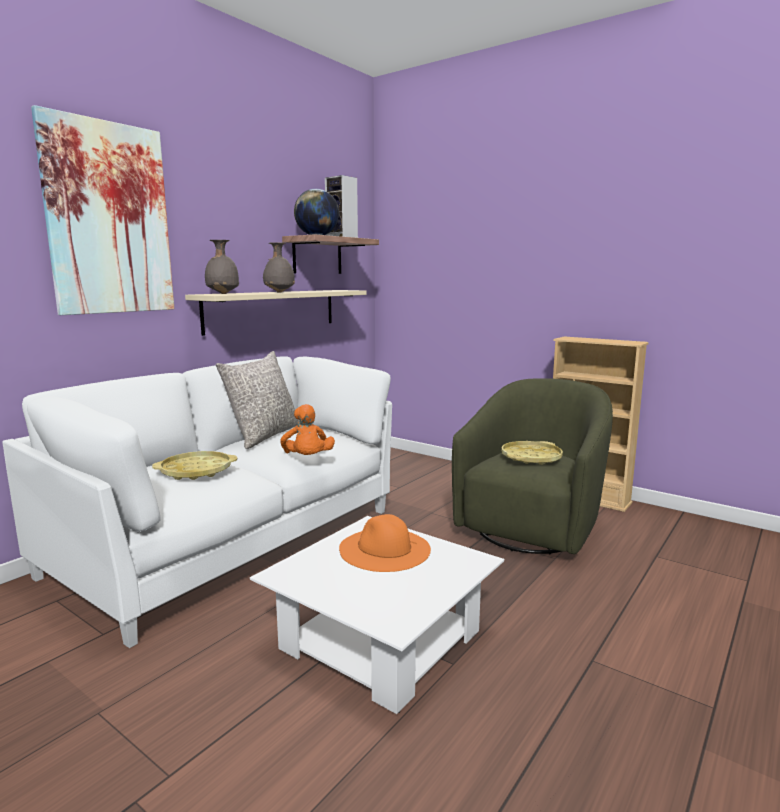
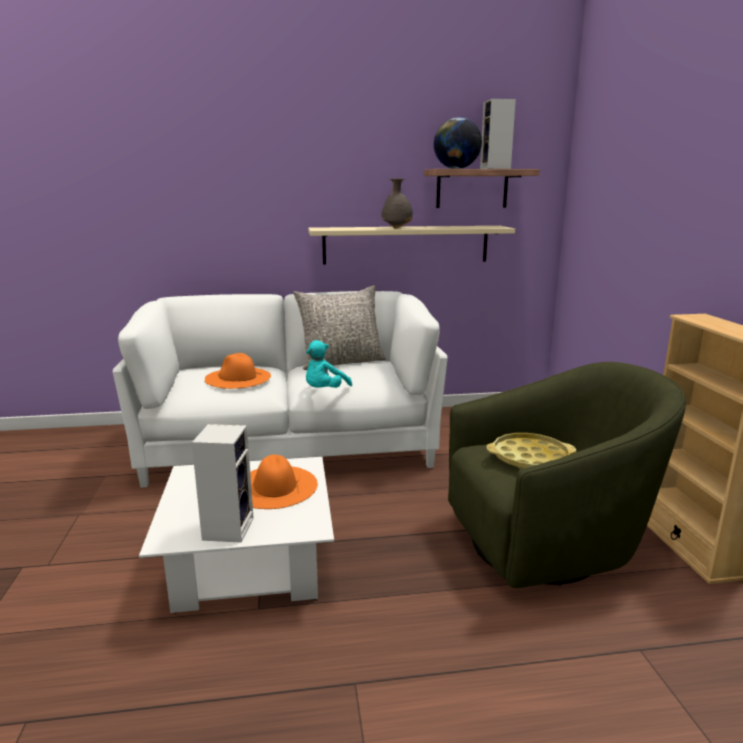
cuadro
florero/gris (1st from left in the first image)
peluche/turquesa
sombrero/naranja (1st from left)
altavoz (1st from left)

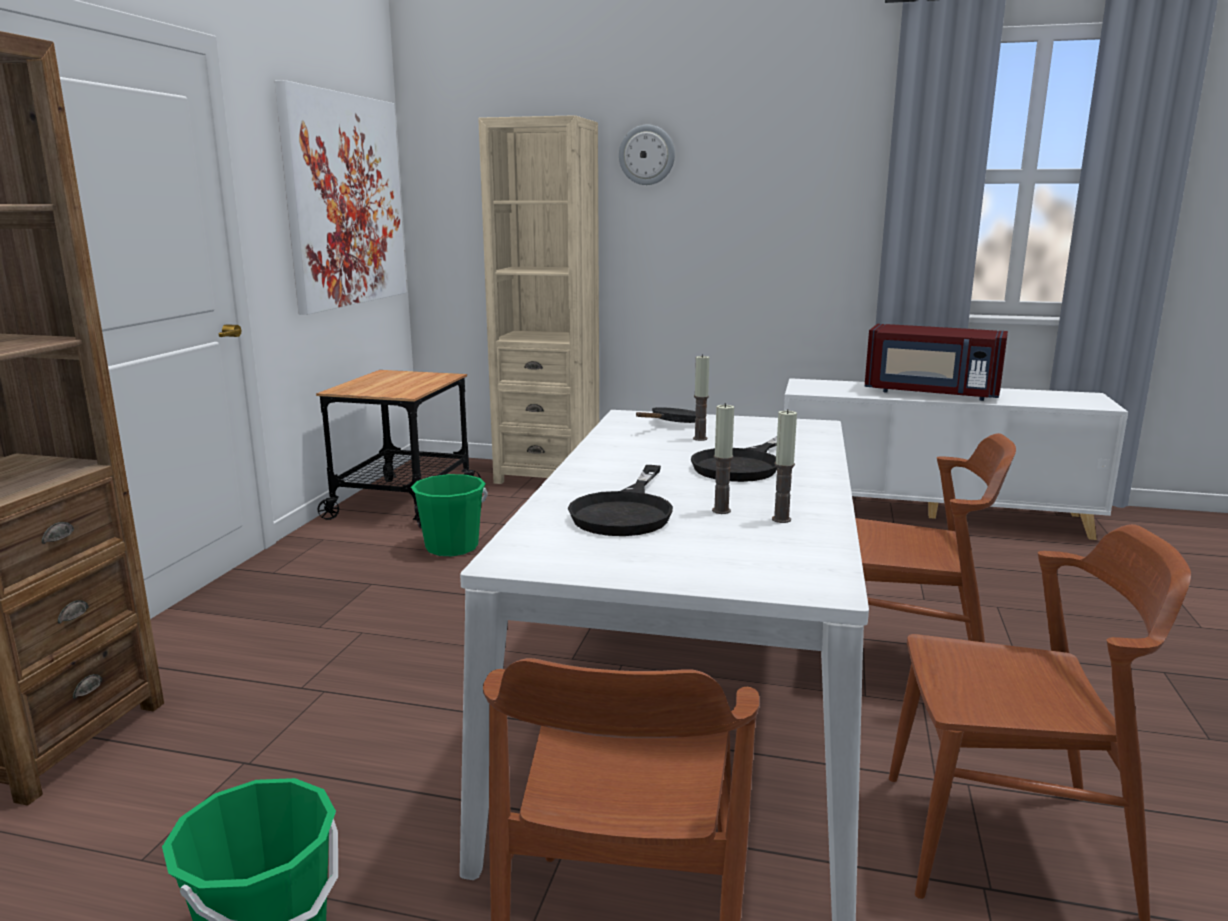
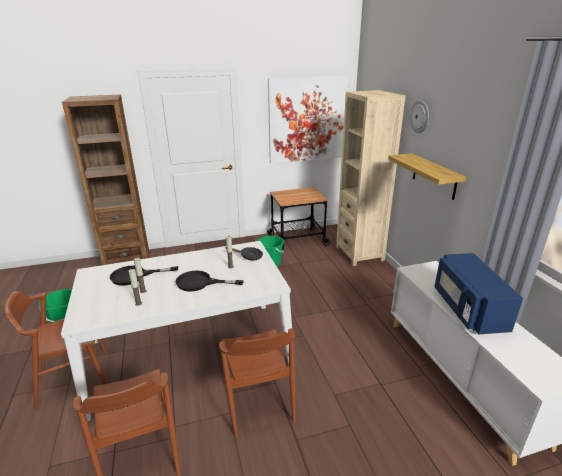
microondas/azul
estante

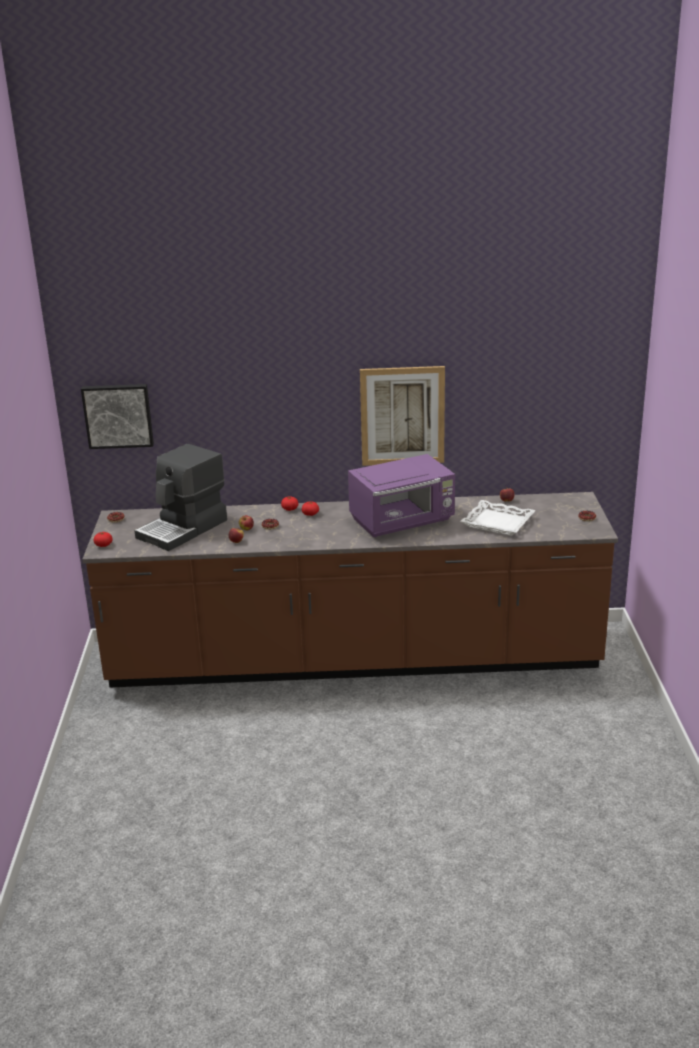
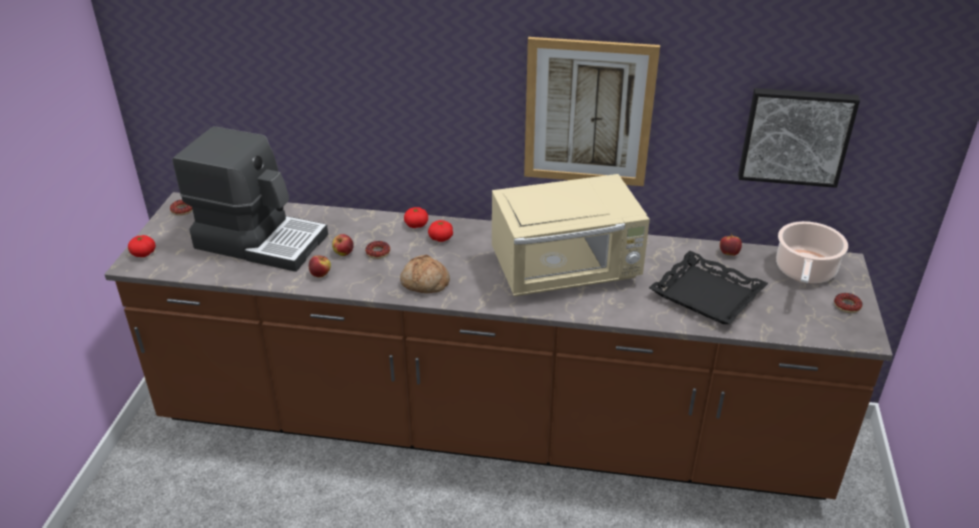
cuadro (2nd from left)
cafetera
microondas/beis
bandeja/negro
olla
pan

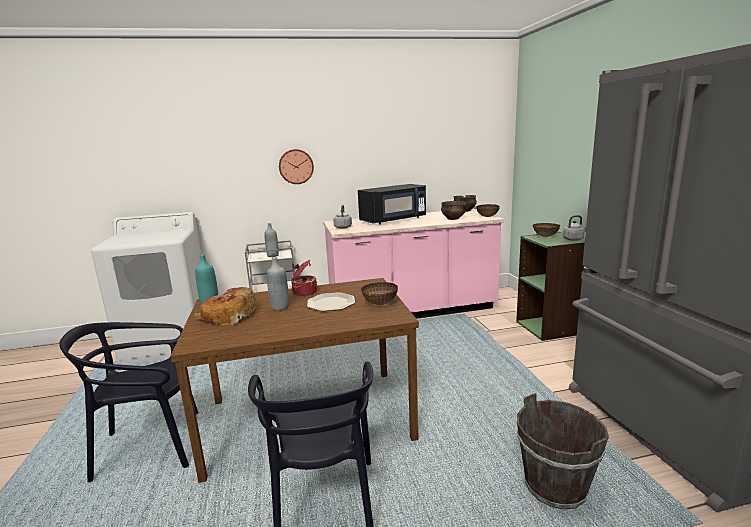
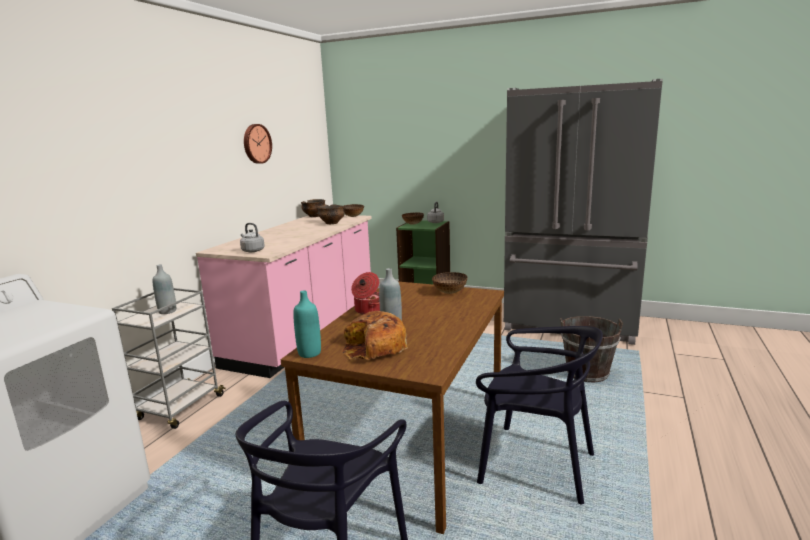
reloj de pared
microondas/negro
plato

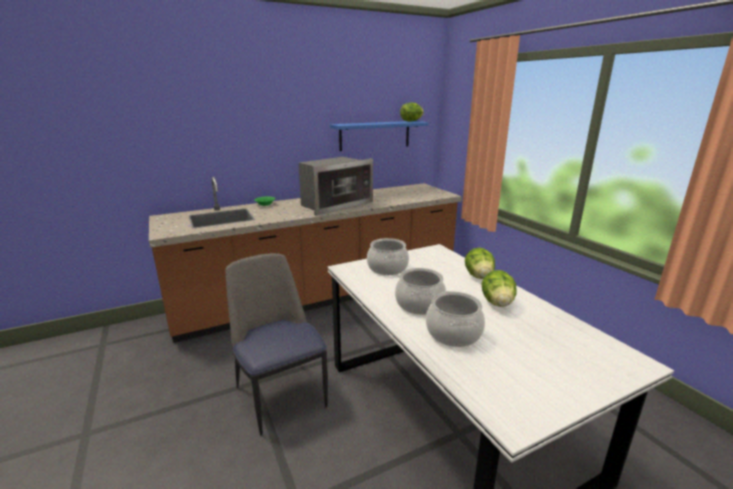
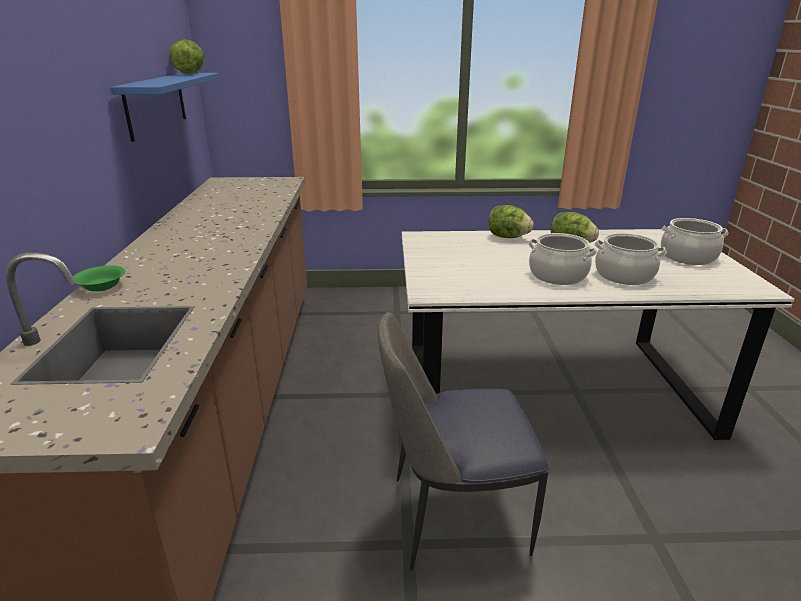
microondas
olla (3rd from left)

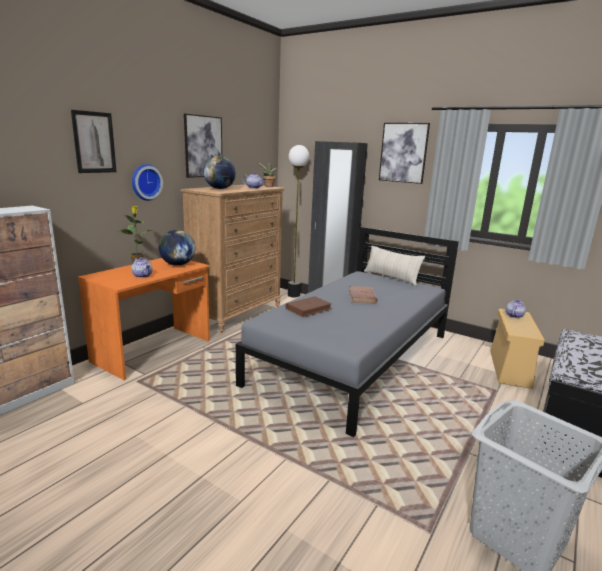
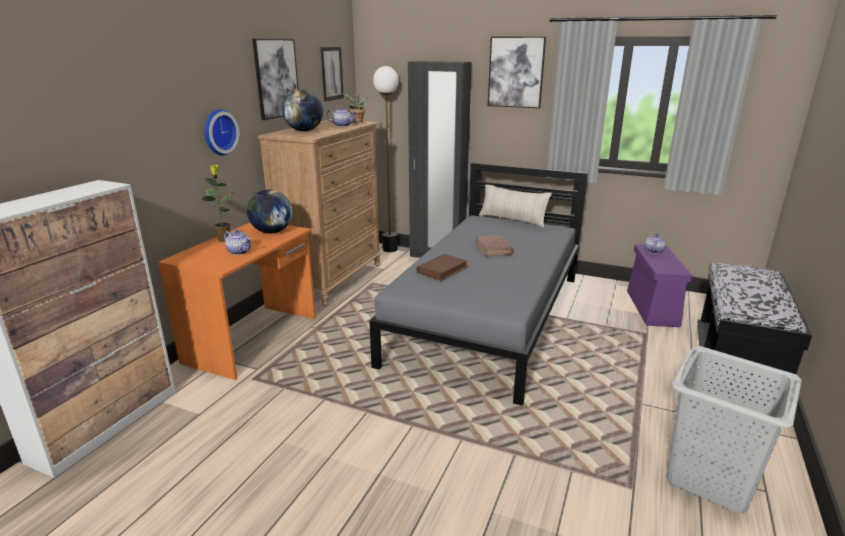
cuadro (2nd from left)
caja de almacenaje/morado

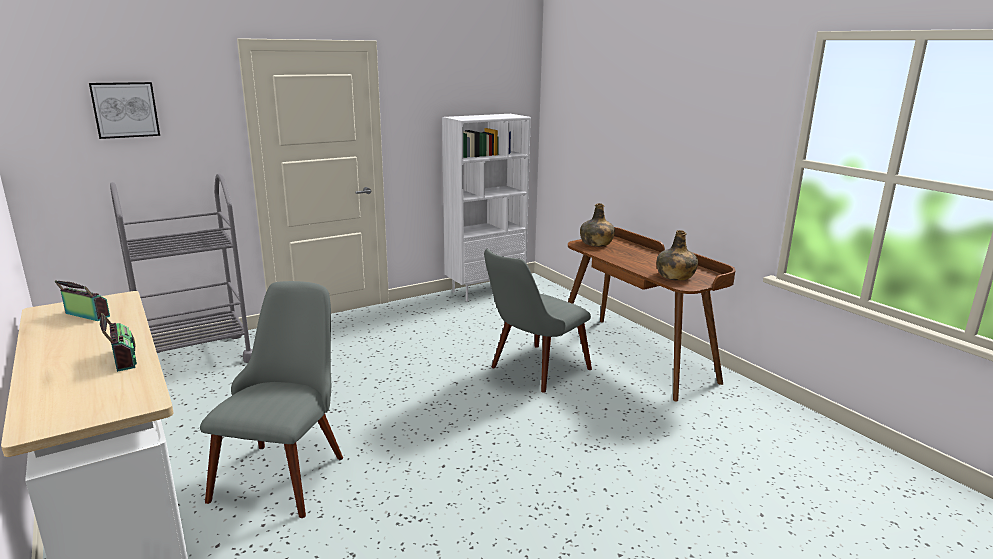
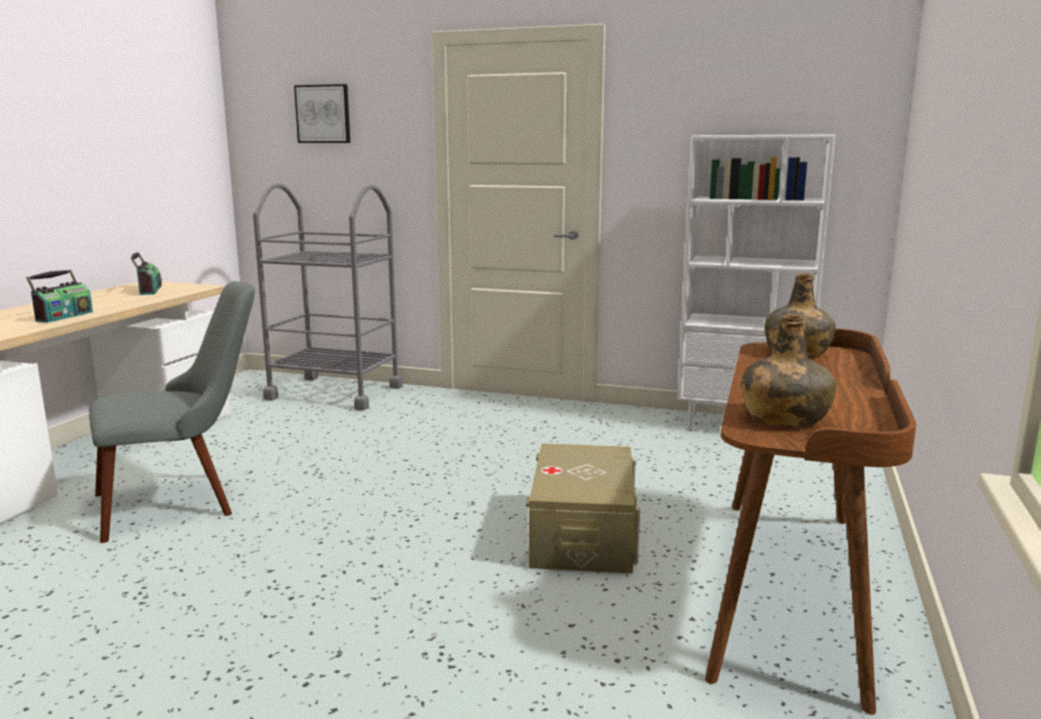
caja de almacenaje/beis

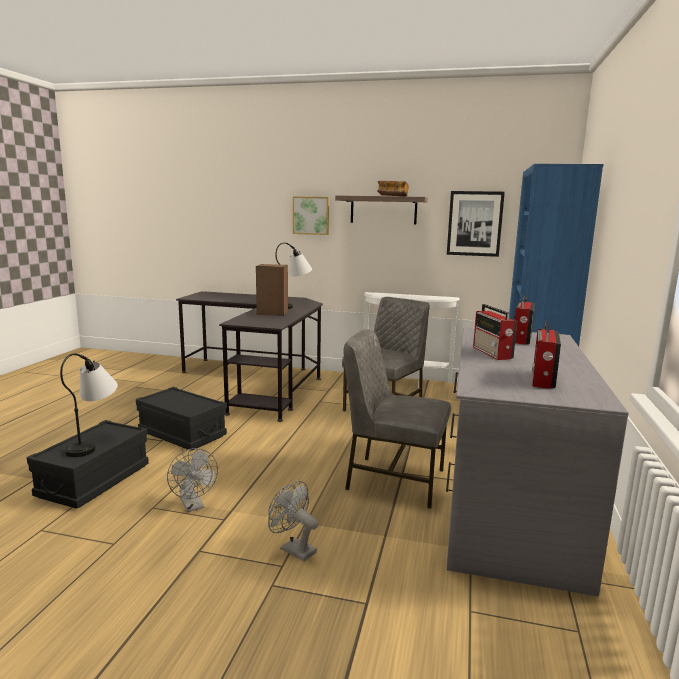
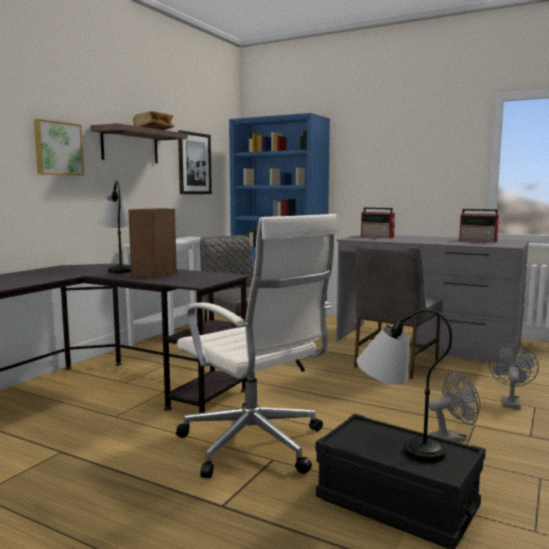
radio (1st from left in the first image)
silla de oficina/blanco
ventilador/gris (2nd from left)

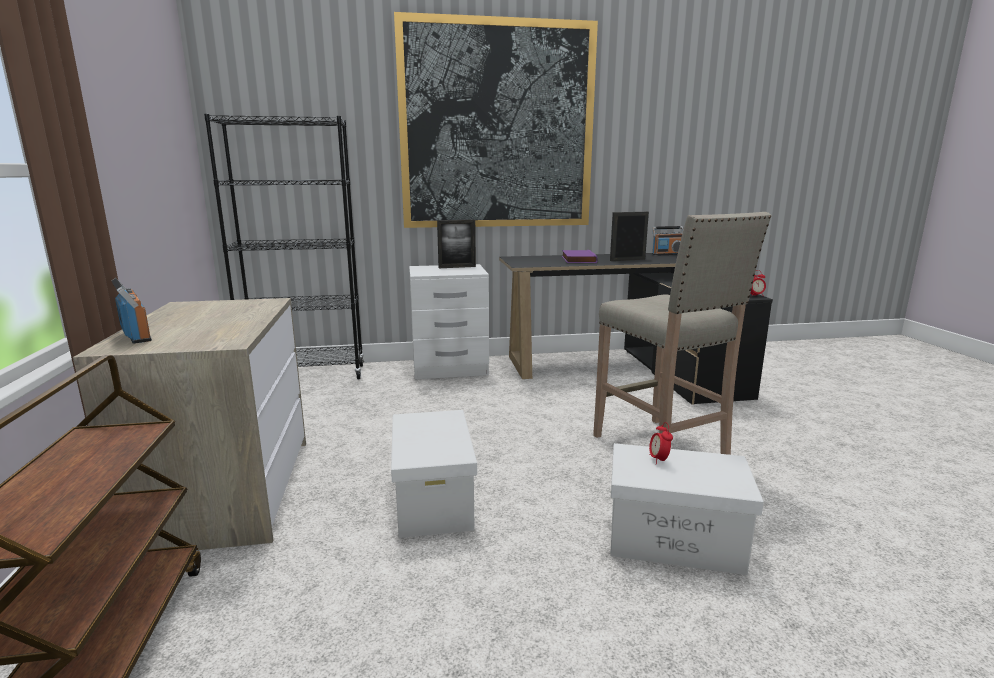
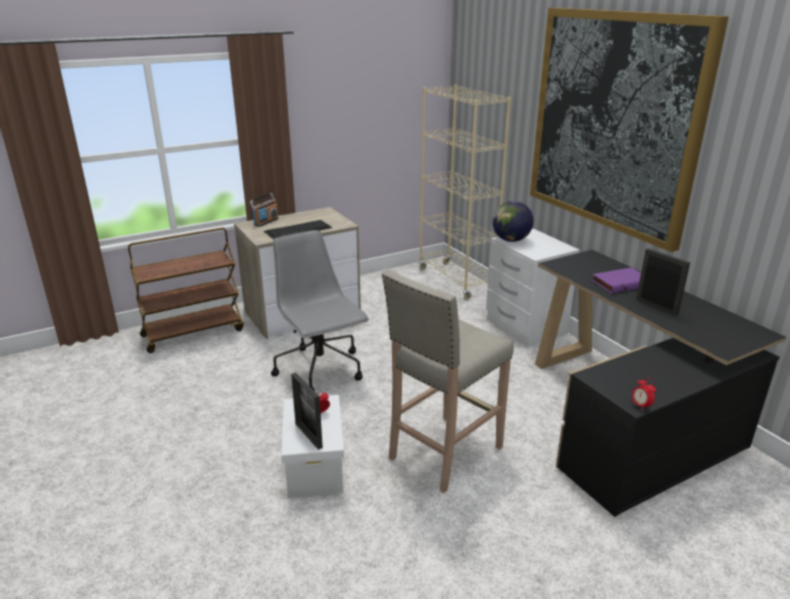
estantería/beis
portarretratos (1st from left)
radio (2nd from left in the first image)
silla de oficina/gris
globo terráqueo
teclado

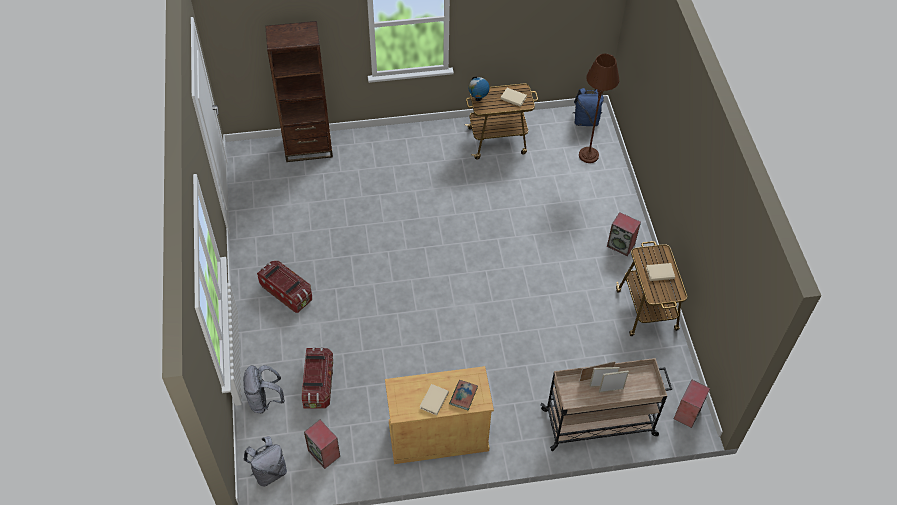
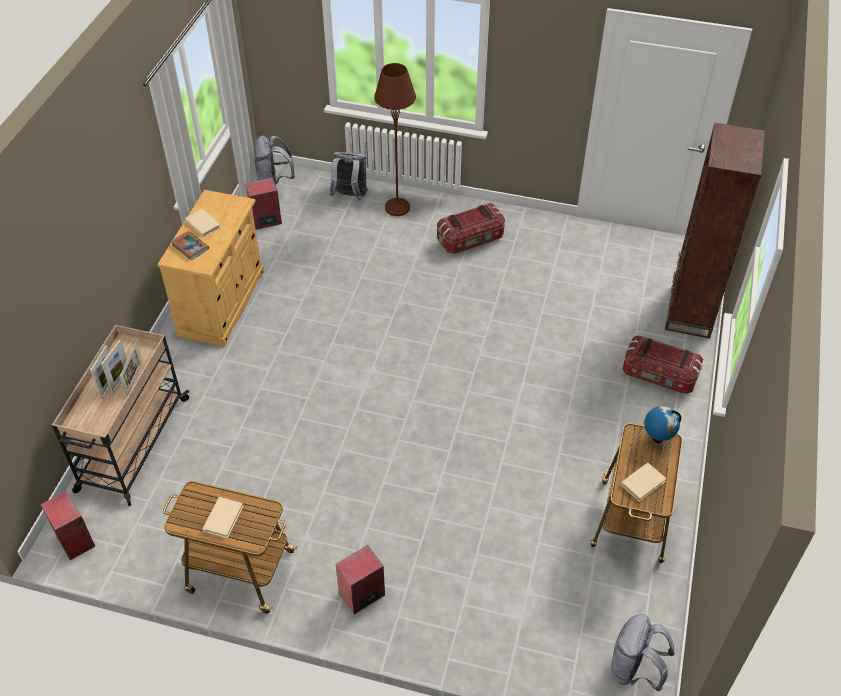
lámpara de pie/marrón
mochila/gris (3rd from left)
caja de almacenaje (2nd from left)

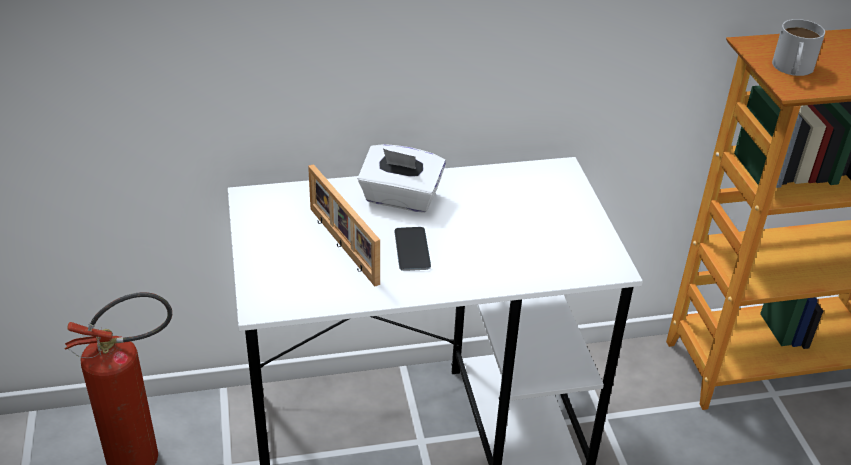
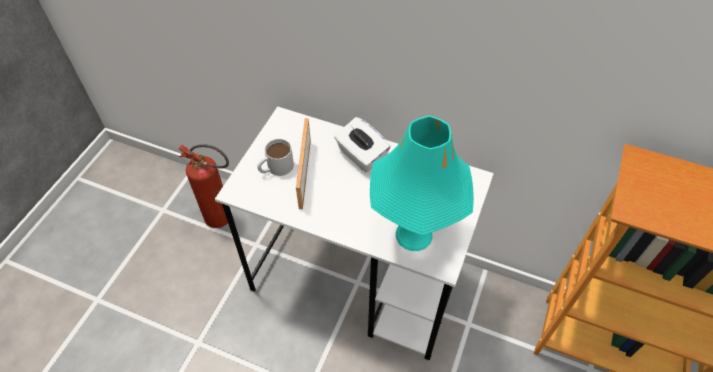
taza grande/blanco
móvil
lámpara de mesa/turquesa

